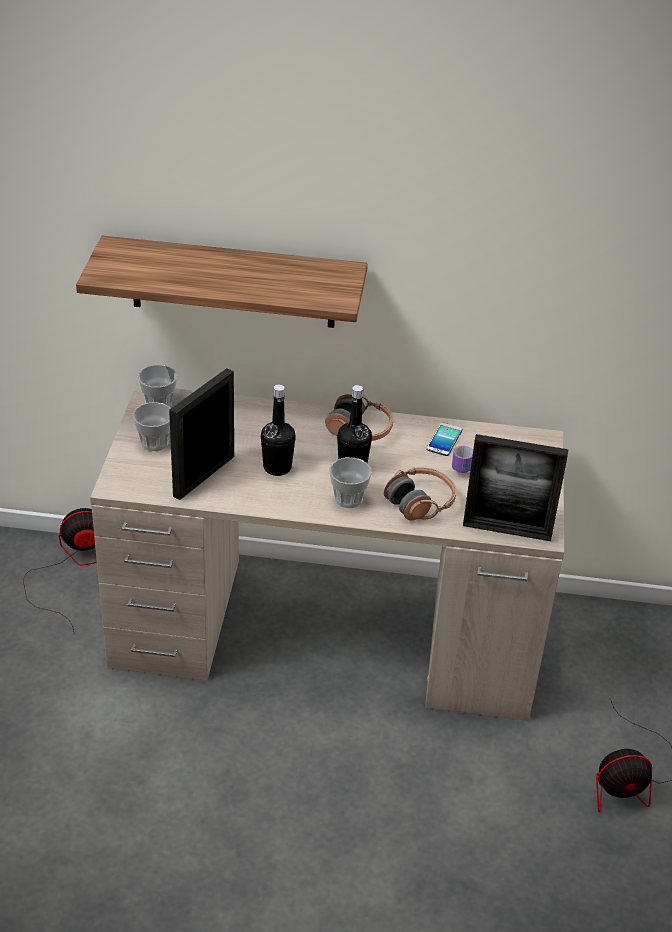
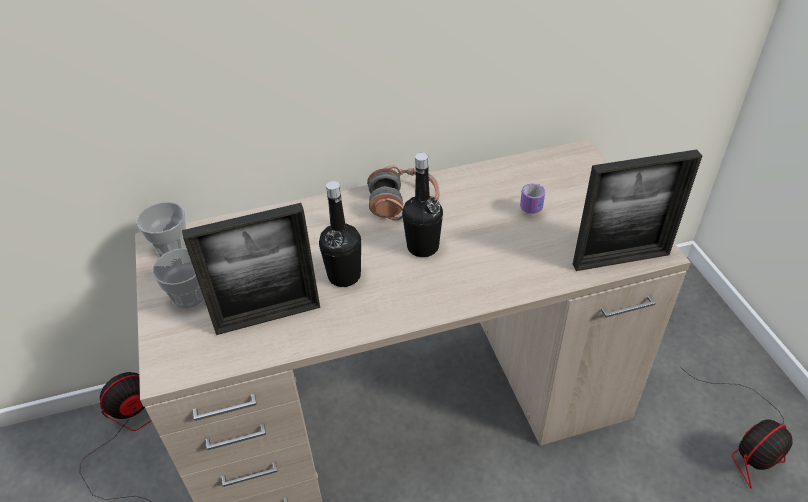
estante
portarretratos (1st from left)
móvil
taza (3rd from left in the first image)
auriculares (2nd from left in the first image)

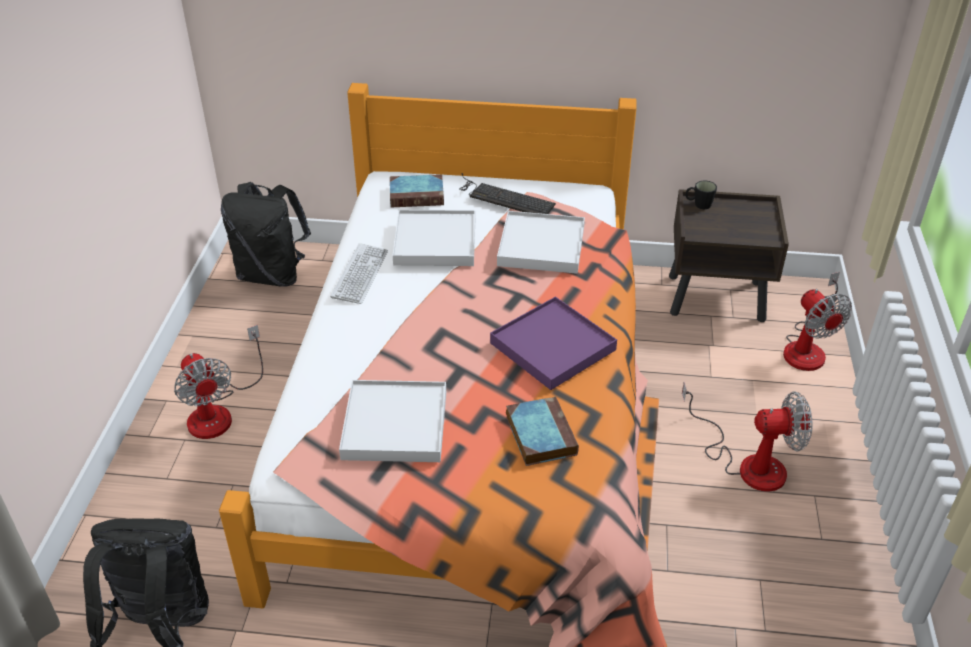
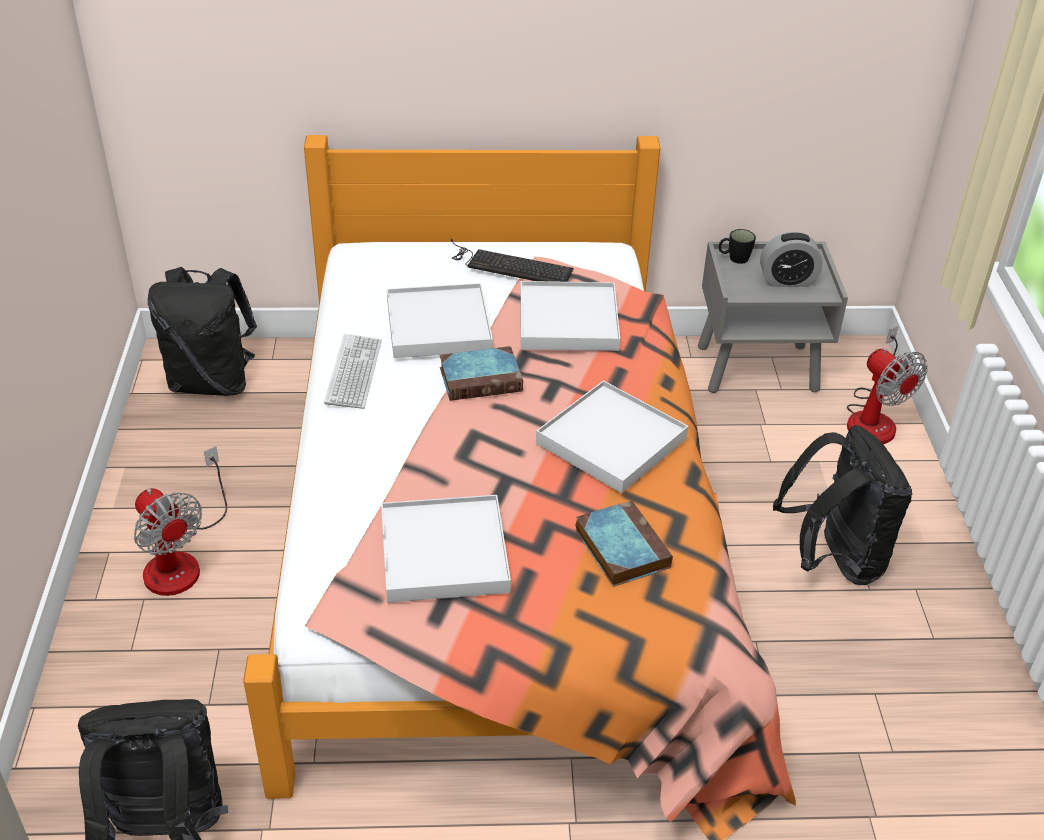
libro (1st from left)
mesita de noche/gris
bandeja/blanco (4th from left)
mochila/negro (3rd from left)
despertador

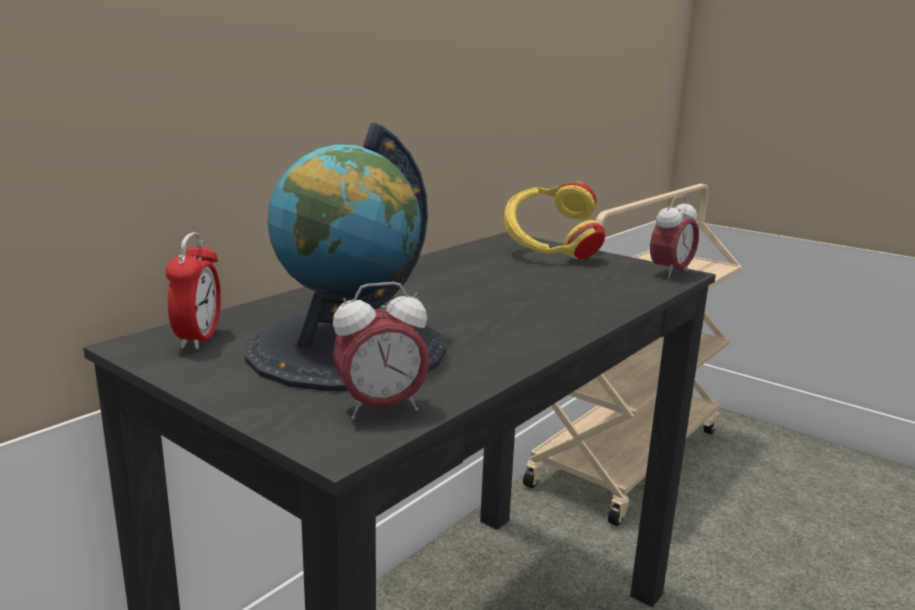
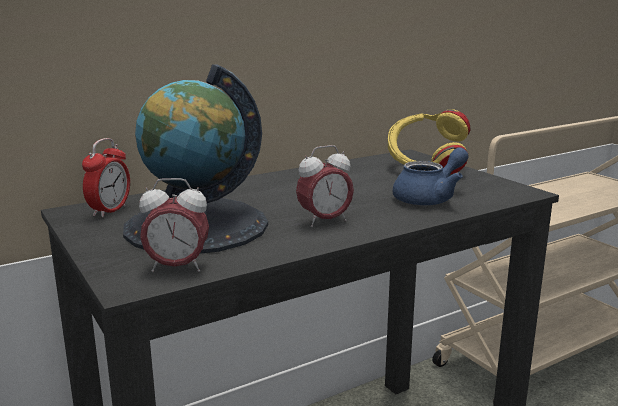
despertador (3rd from left)
tetera/azul

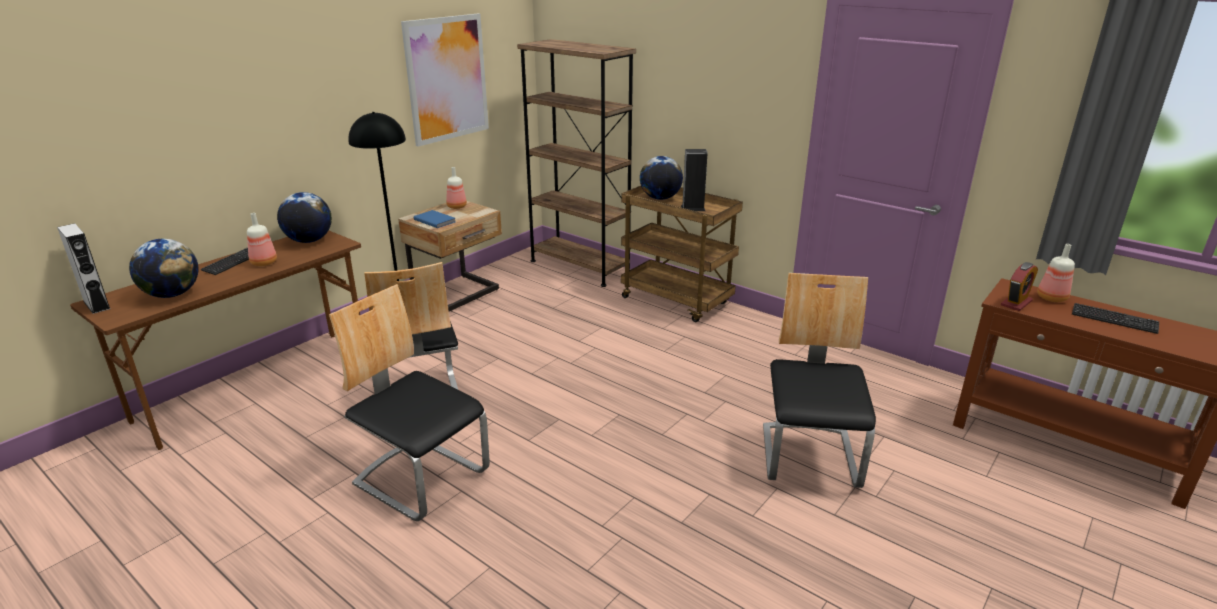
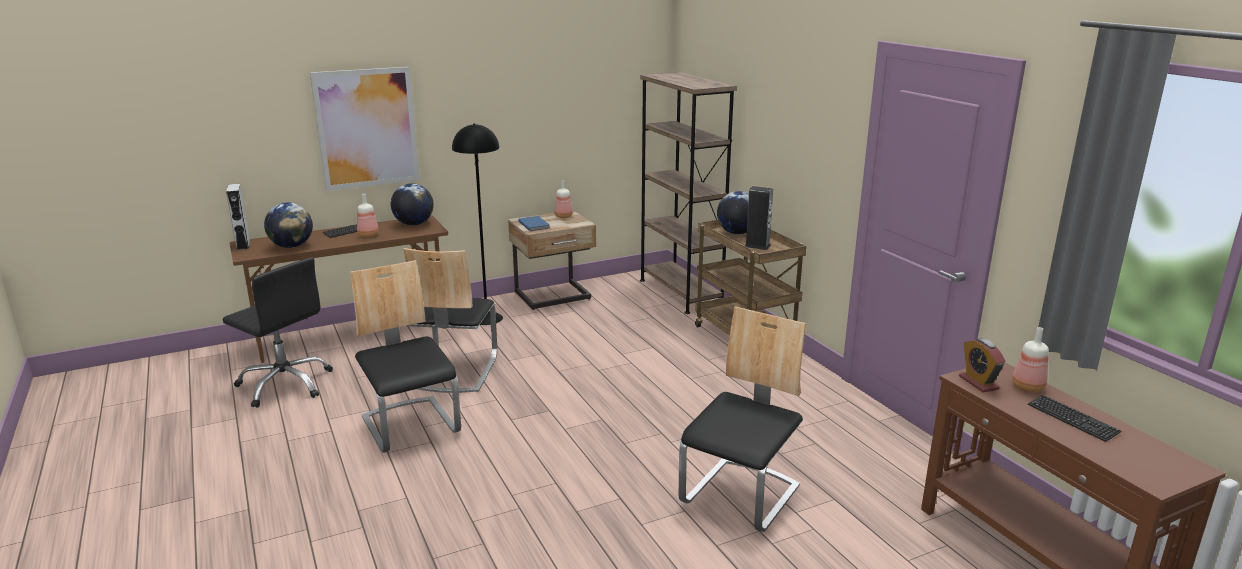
cuadro
despertador
silla de oficina/negro

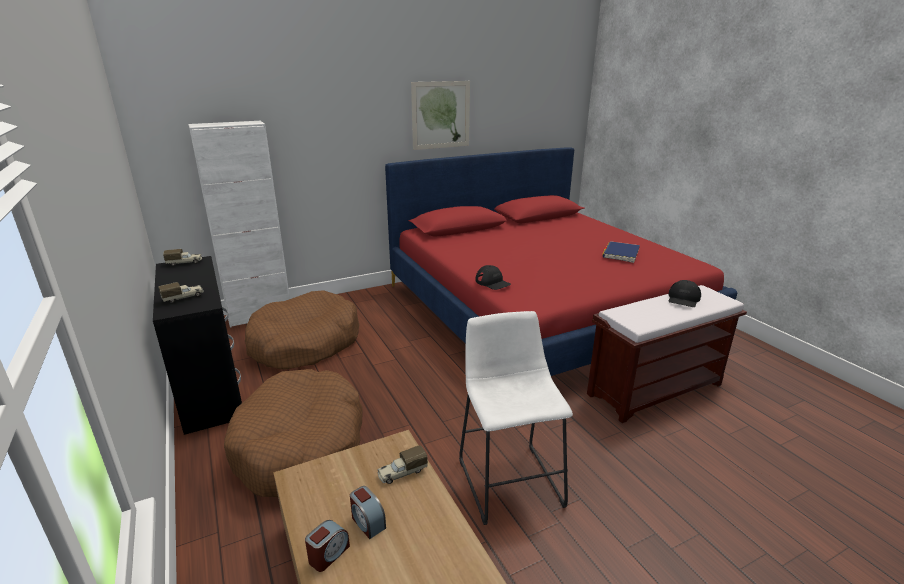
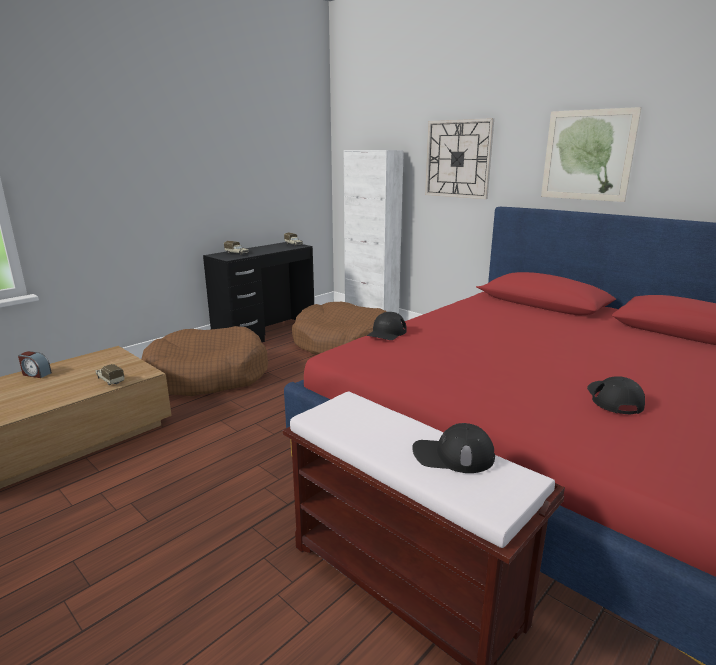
gorra/negro (3rd from left)
taburete/blanco
despertador (2nd from left in the first image)
reloj de pared

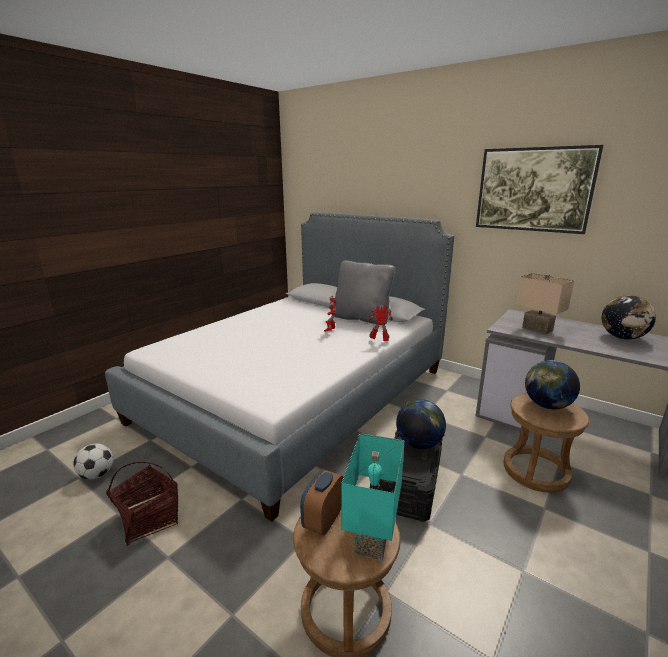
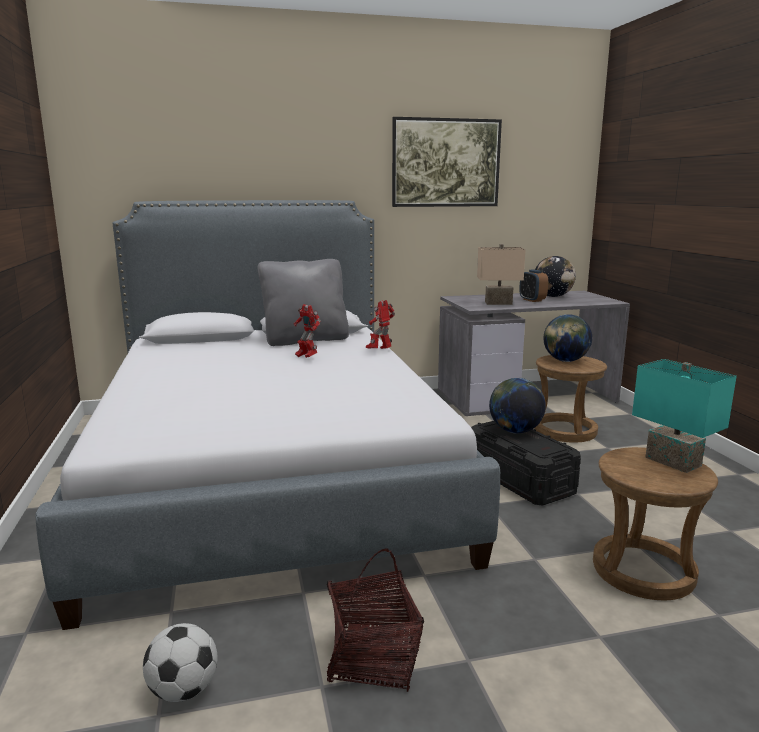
despertador

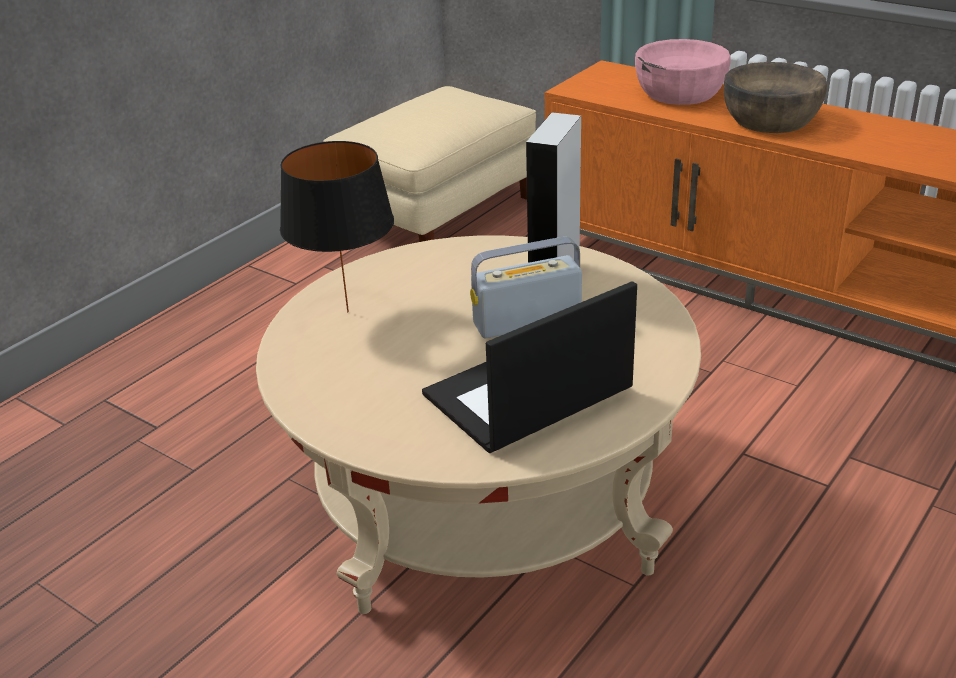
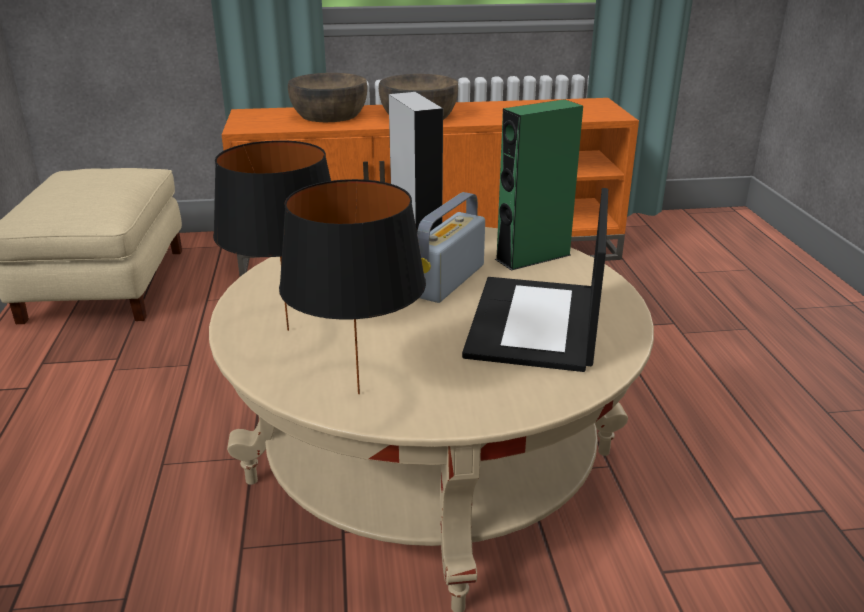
cuenco/marrón (1st from left)
altavoz/verde
lámpara de mesa/negro (2nd from left)

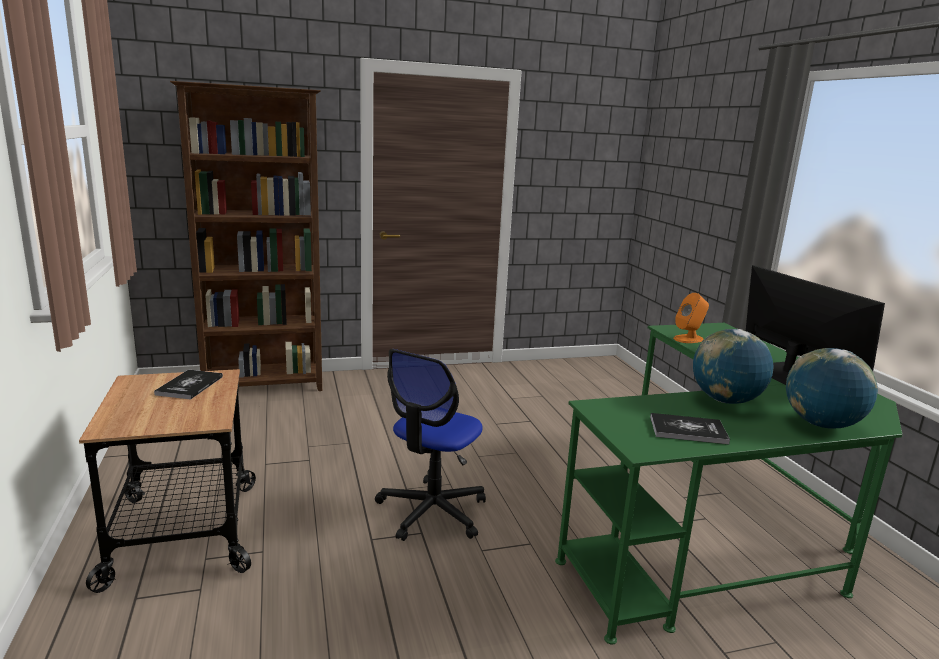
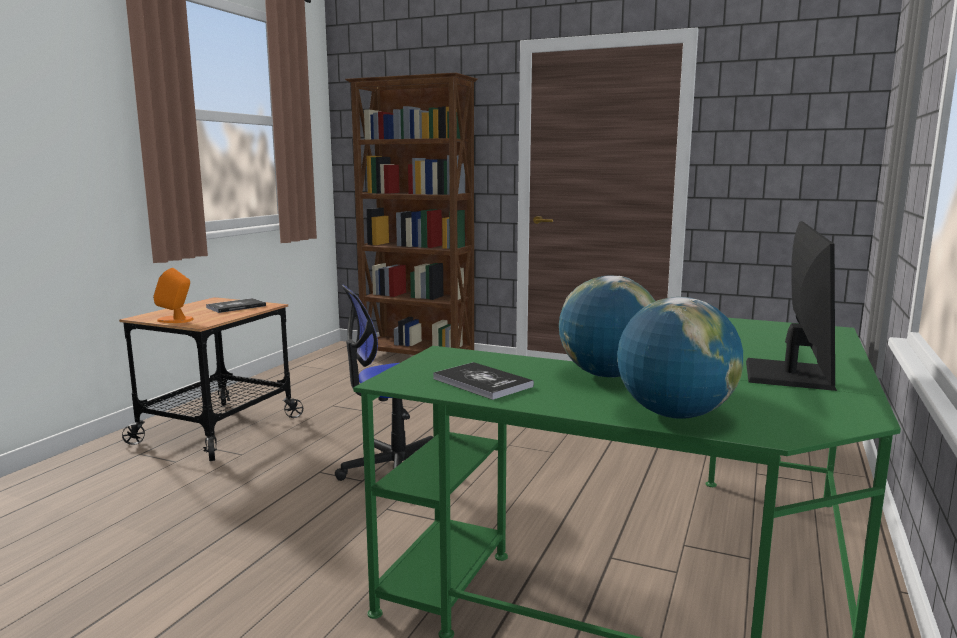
altavoz/naranja

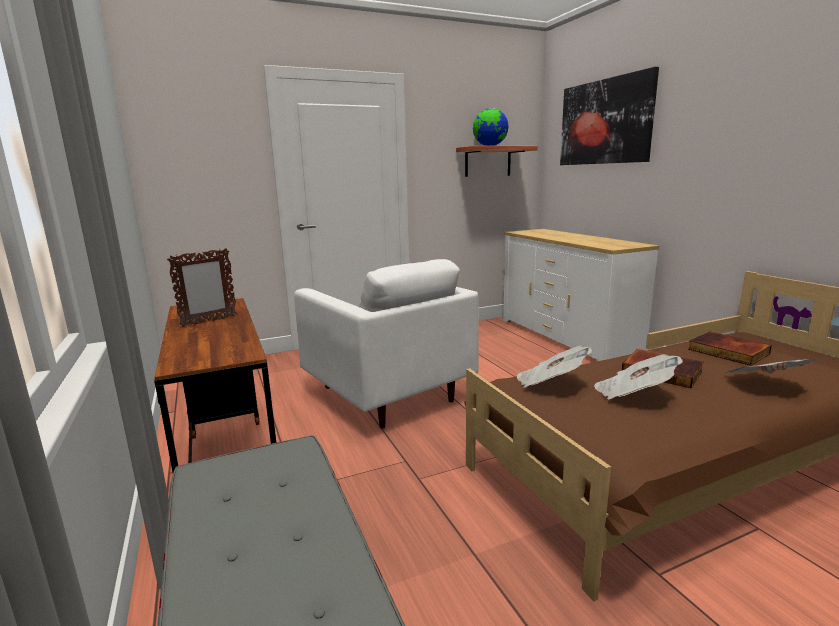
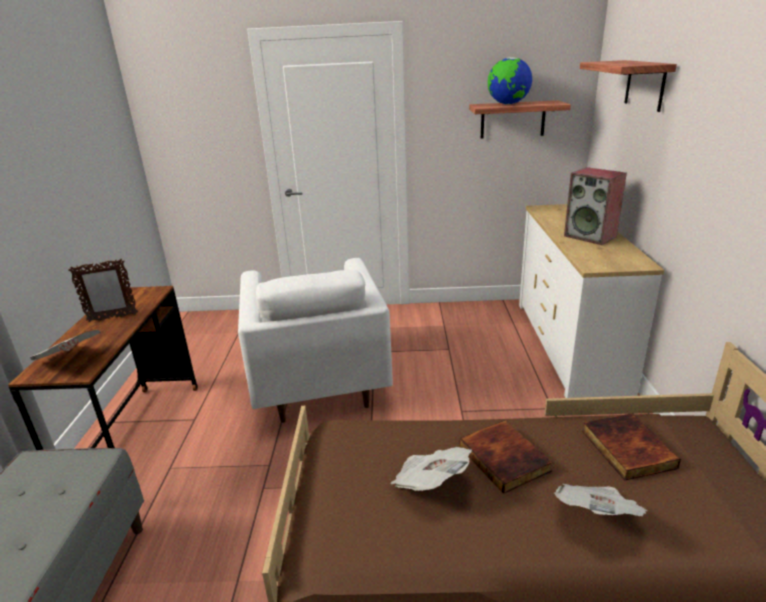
estante (2nd from left)
periódico (1st from left)
altavoz

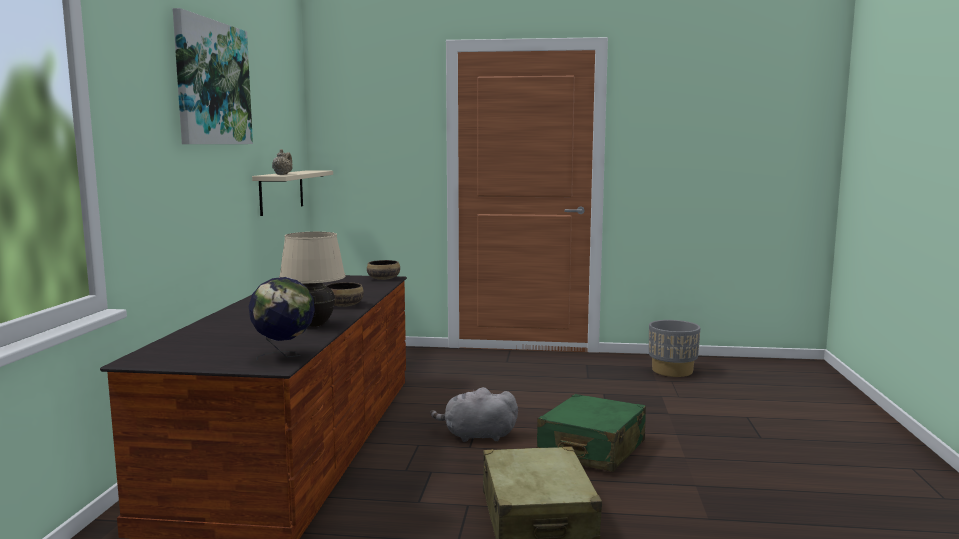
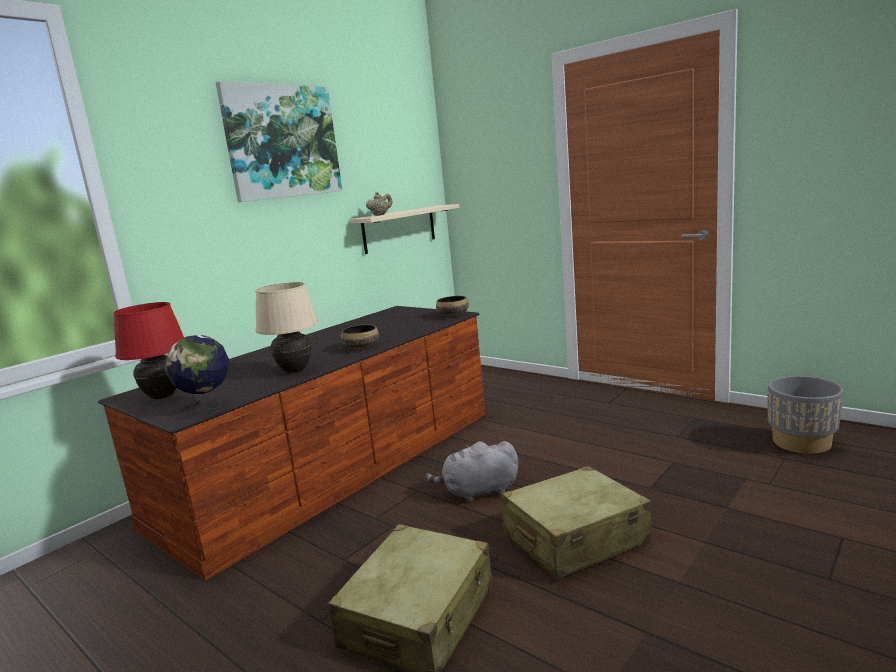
peluche/gris
maleta/beis (2nd from left)
lámpara de mesa/rojo

